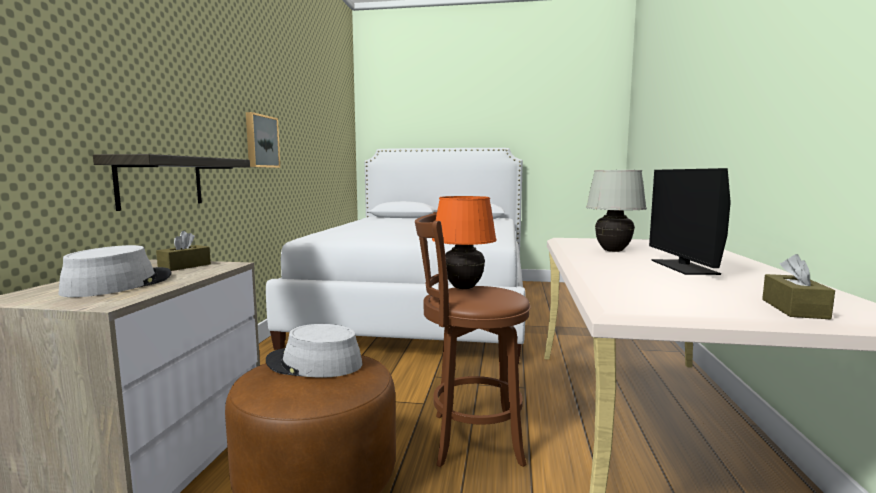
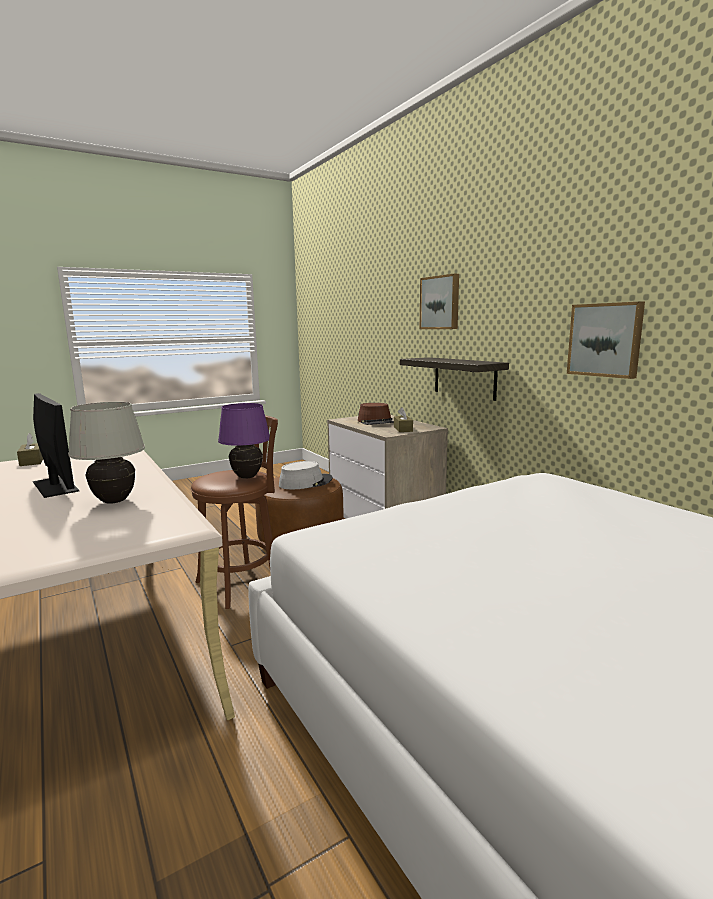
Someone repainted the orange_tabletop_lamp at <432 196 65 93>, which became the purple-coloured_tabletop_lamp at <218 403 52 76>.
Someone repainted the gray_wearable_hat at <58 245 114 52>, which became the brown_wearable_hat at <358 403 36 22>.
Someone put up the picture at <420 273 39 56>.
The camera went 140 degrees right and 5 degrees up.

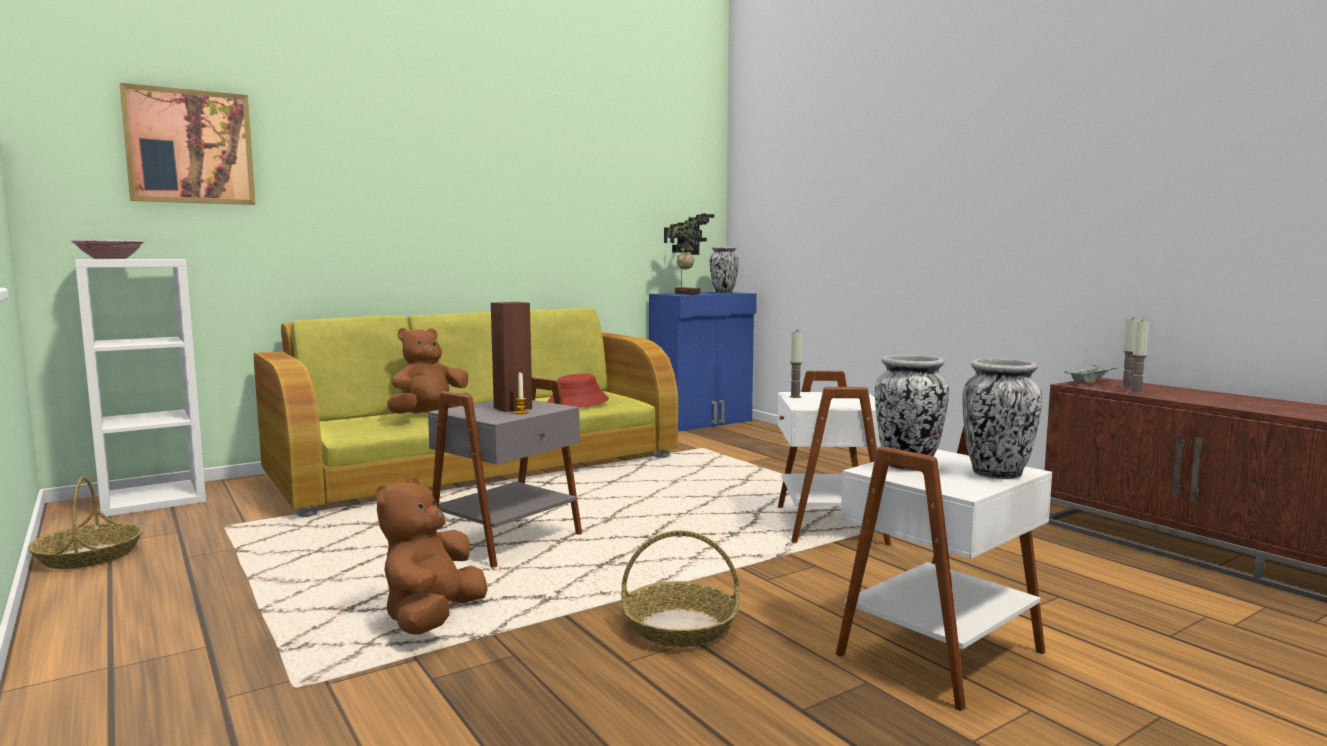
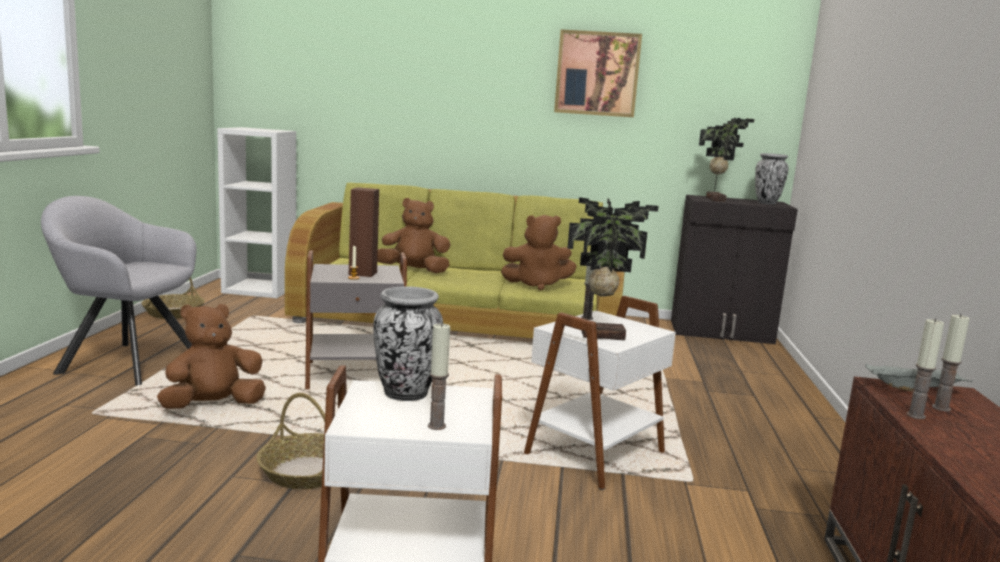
Someone carried the picture from <120 83 135 122> to <554 29 88 88>.
Someone took away the bowl at <71 240 74 19>.
Someone repainted the blue_storage_cabinet at <649 292 108 139>, which became the black-coloured_storage_cabinet at <671 195 127 149>.
Someone swapped the vase at <962 359 80 120> for the wax_light at <428 323 22 107>.
Someone swapped the red_wearable_hat at <547 373 62 35> for the brown_soft_toy at <501 215 76 75>.
Someone put down the gray_easy_chair at <41 196 156 190>.
Someone put down the potted_plant at <567 197 92 143>.
The camera went 40 degrees right and 5 degrees up.

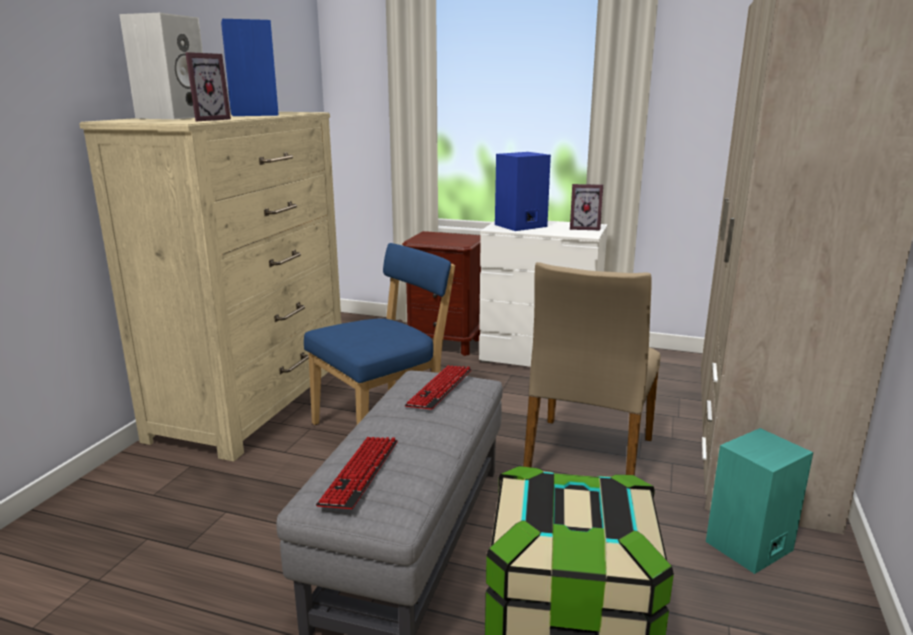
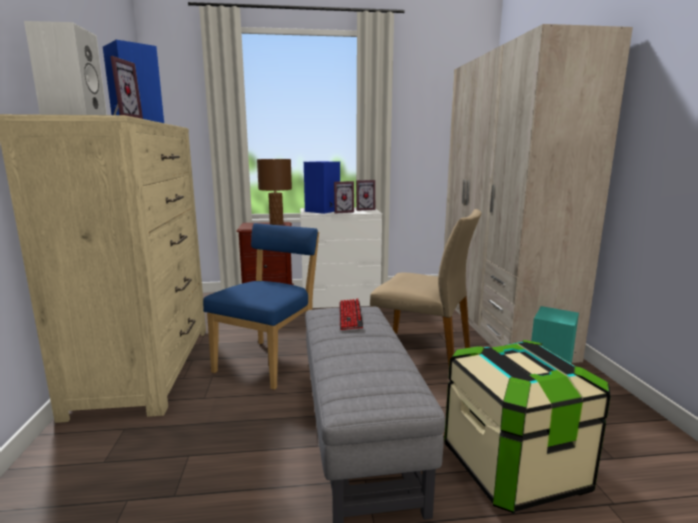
Someone rotated the sand-coloured_upright_chair at <523 262 138 214> by 60 degrees counterclockwise.
Someone took away the computer_keyboard at <316 437 82 72>.
Someone put down the brown_tabletop_lamp at <257 159 35 66>.
Someone put down the photo_frame at <334 181 20 33>.
The camera went 25 degrees left and 5 degrees down.

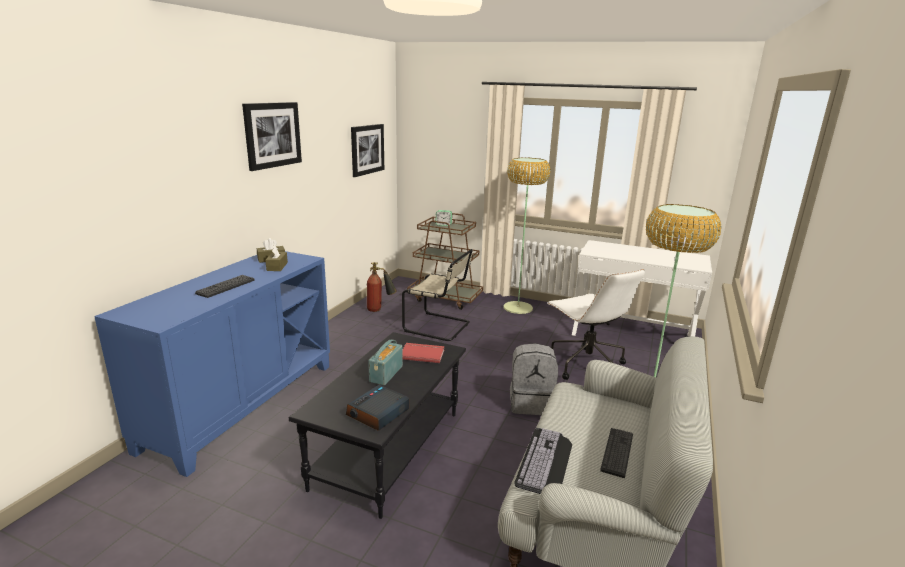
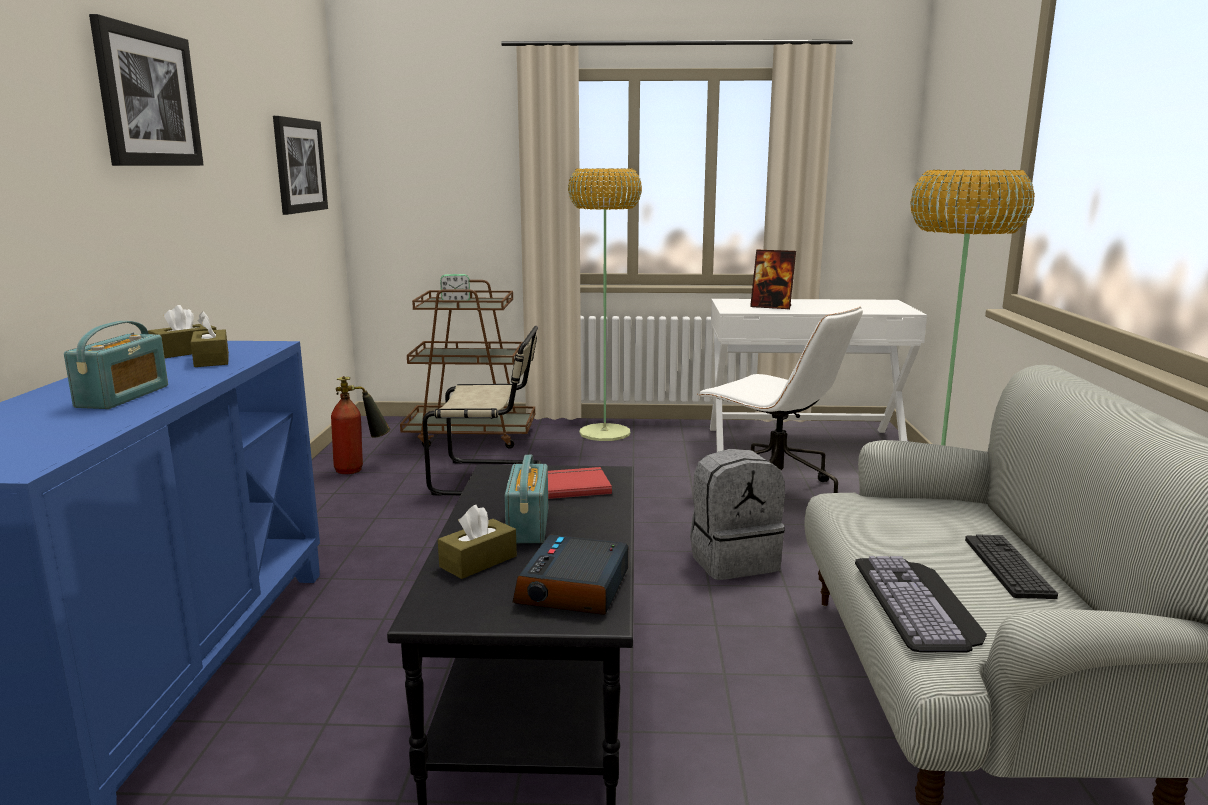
Someone swapped the computer_keyboard at <195 275 60 23> for the radio_set at <64 321 104 88>.
Someone put down the photo_frame at <750 249 46 60>.
Someone put down the brown_tissue_box at <438 505 79 74>.
The camera went 20 degrees left and 5 degrees down.

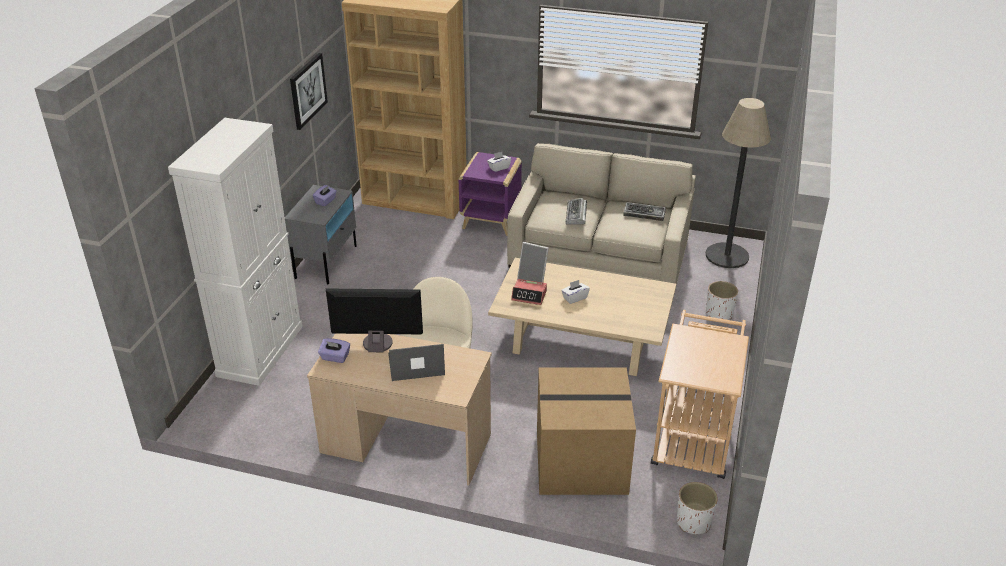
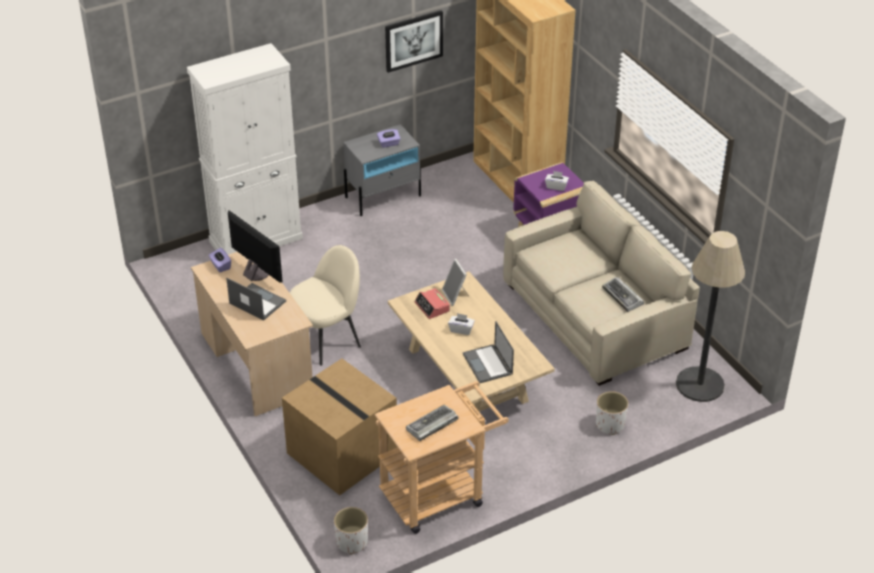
Someone carried the computer_keyboard from <566 198 21 27> to <406 405 52 36>.
Someone put down the portable_computer at <463 321 51 62>.
The camera went 45 degrees right and 5 degrees up.

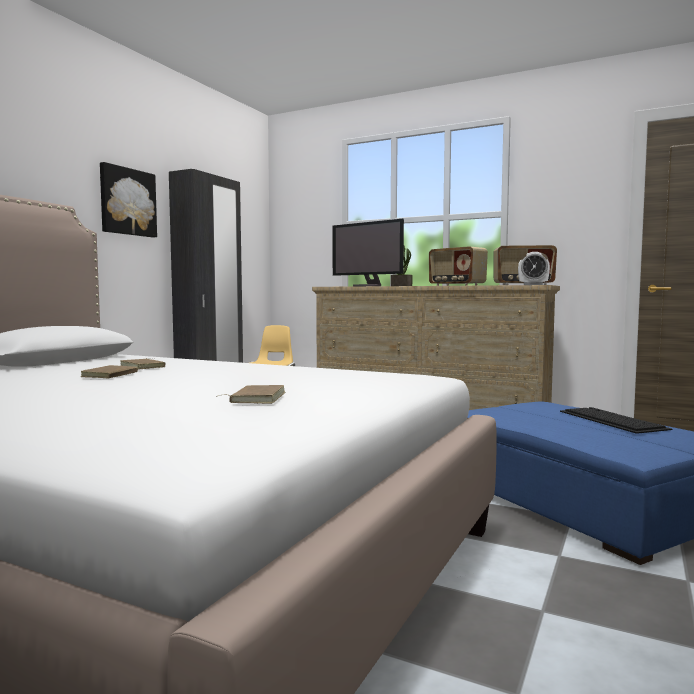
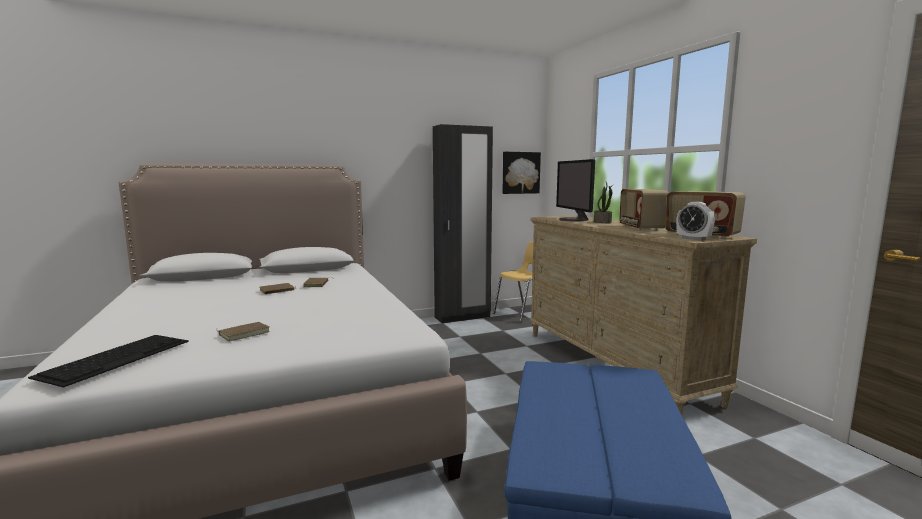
Someone carried the picture from <100 162 57 75> to <502 152 39 42>.
Someone carried the computer_keyboard from <560 407 112 27> to <28 335 161 53>.
The camera went 40 degrees right and 5 degrees up.

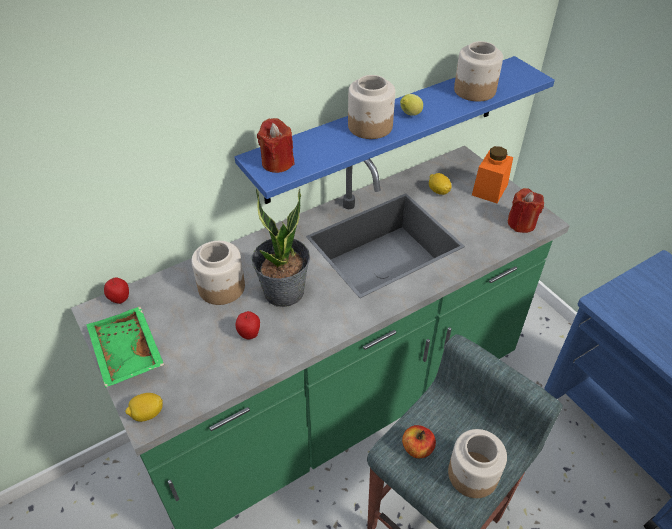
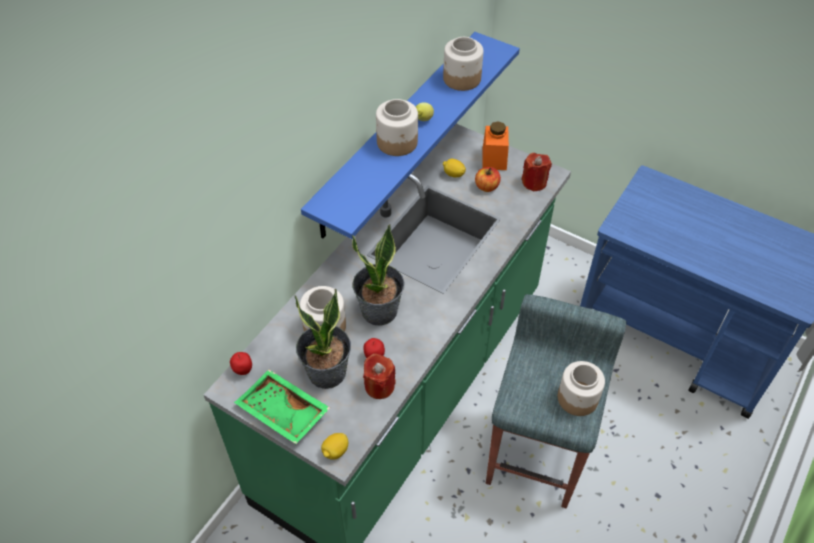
Someone carried the red_wax_light from <257 118 38 55> to <363 353 33 46>.
Someone carried the whole_apple from <402 425 34 33> to <475 167 26 25>.
Someone put down the potted_plant at <295 289 56 100>.
The camera went 25 degrees left and 5 degrees up.

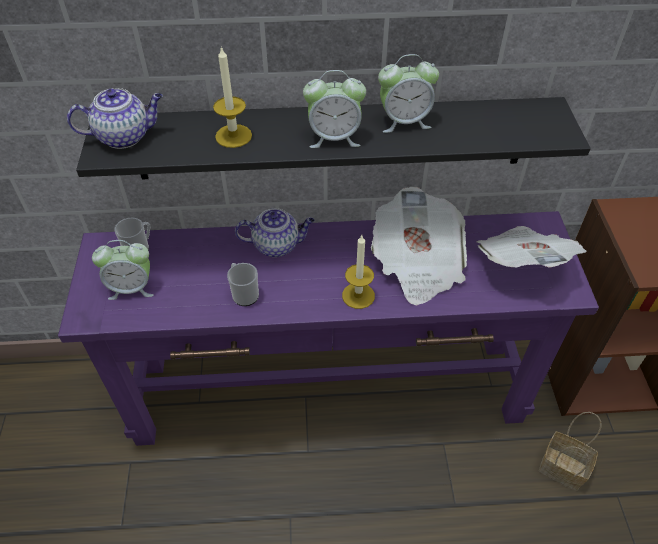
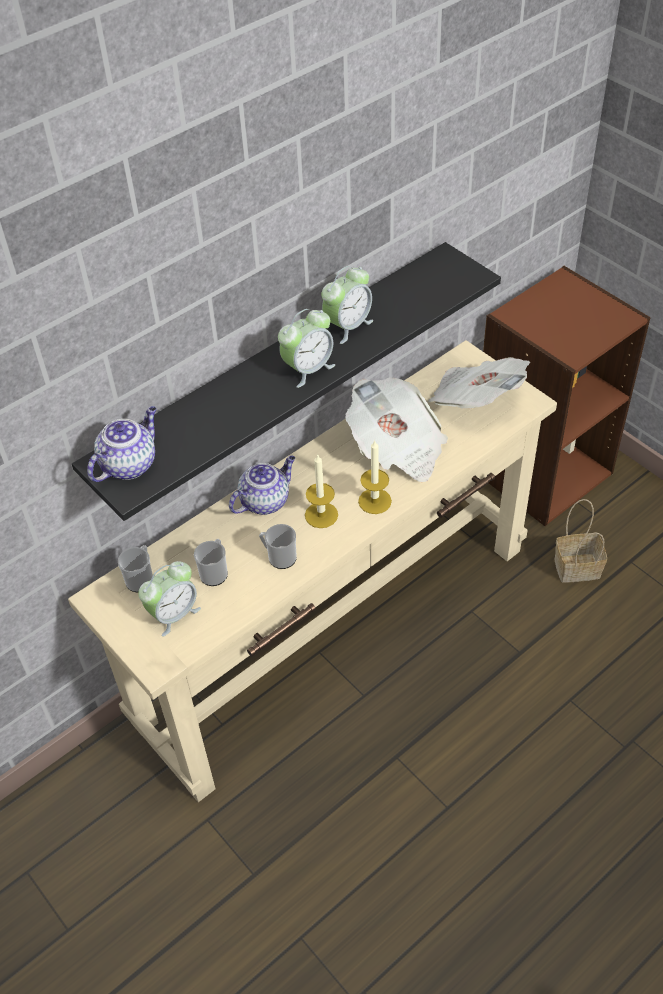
Someone carried the wax_light from <213 46 39 102> to <305 455 33 73>.
Someone repainted the purple-coloured_narrow_table at <58 211 541 235>, which became the sand-coloured_narrow_table at <68 340 489 462>.
Someone put down the mug at <194 539 34 47>.
The camera went 35 degrees left and 0 degrees up.

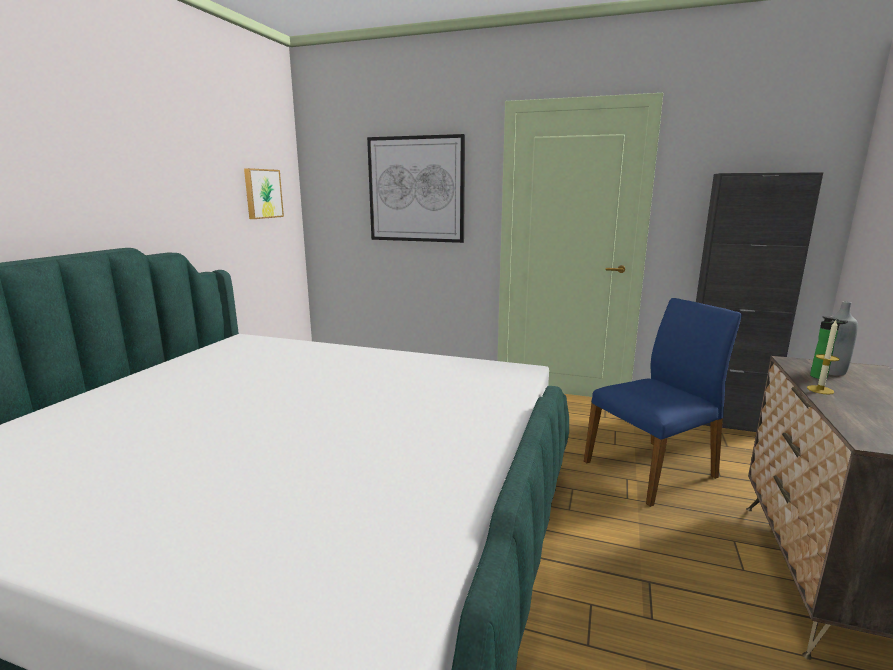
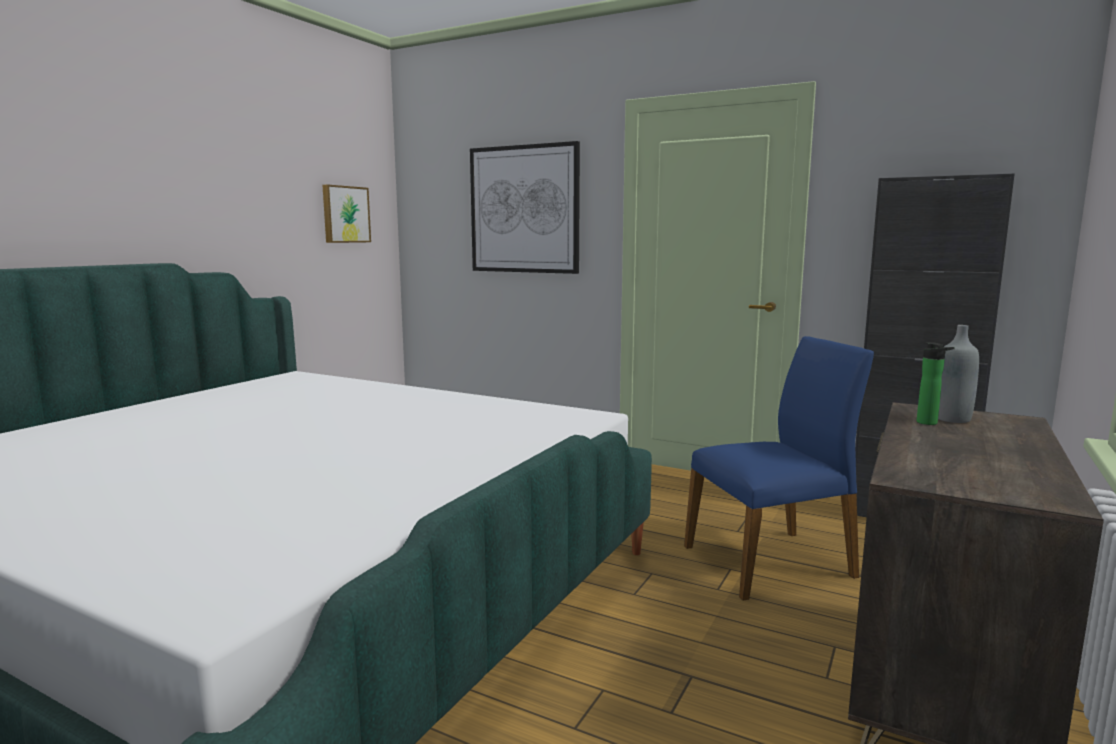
Someone took away the wax_light at <807 320 33 75>.
The camera went 10 degrees right and 5 degrees down.

